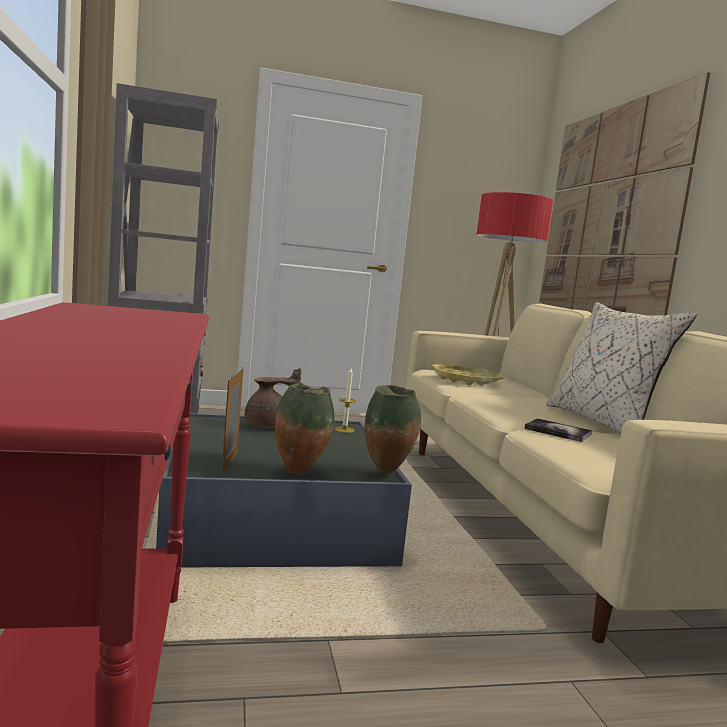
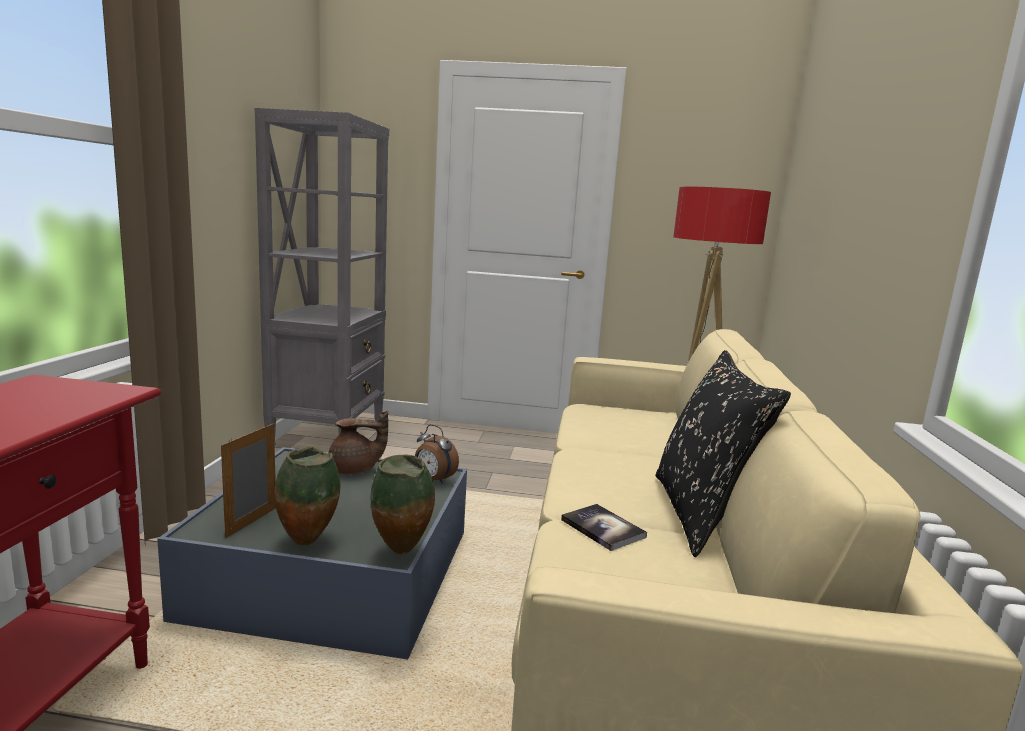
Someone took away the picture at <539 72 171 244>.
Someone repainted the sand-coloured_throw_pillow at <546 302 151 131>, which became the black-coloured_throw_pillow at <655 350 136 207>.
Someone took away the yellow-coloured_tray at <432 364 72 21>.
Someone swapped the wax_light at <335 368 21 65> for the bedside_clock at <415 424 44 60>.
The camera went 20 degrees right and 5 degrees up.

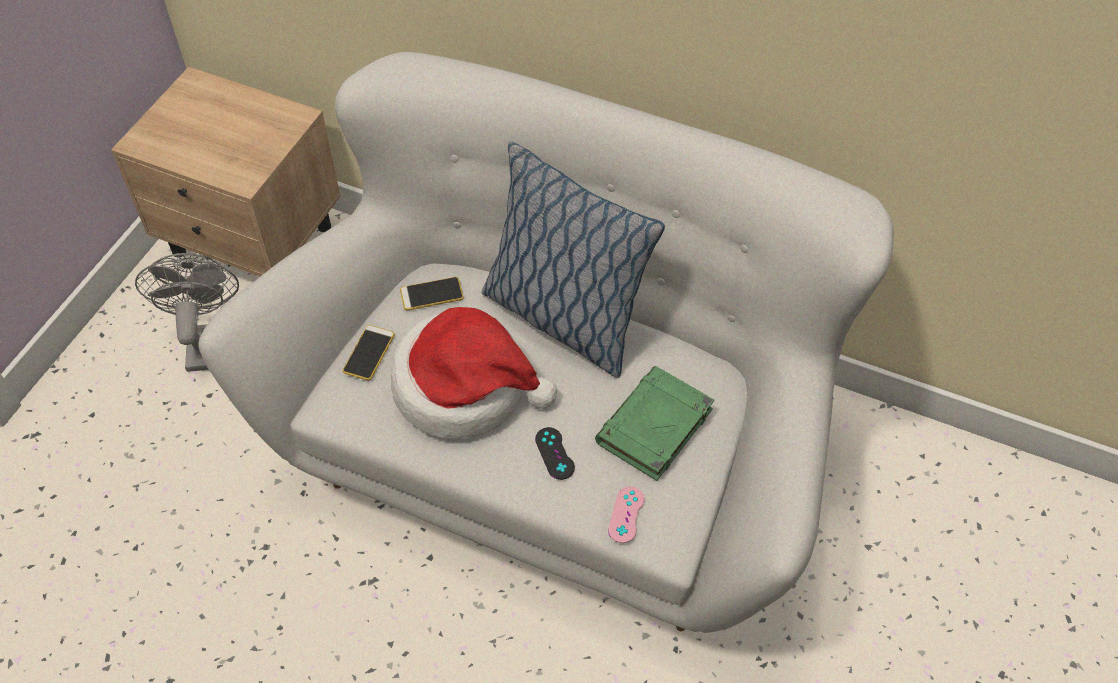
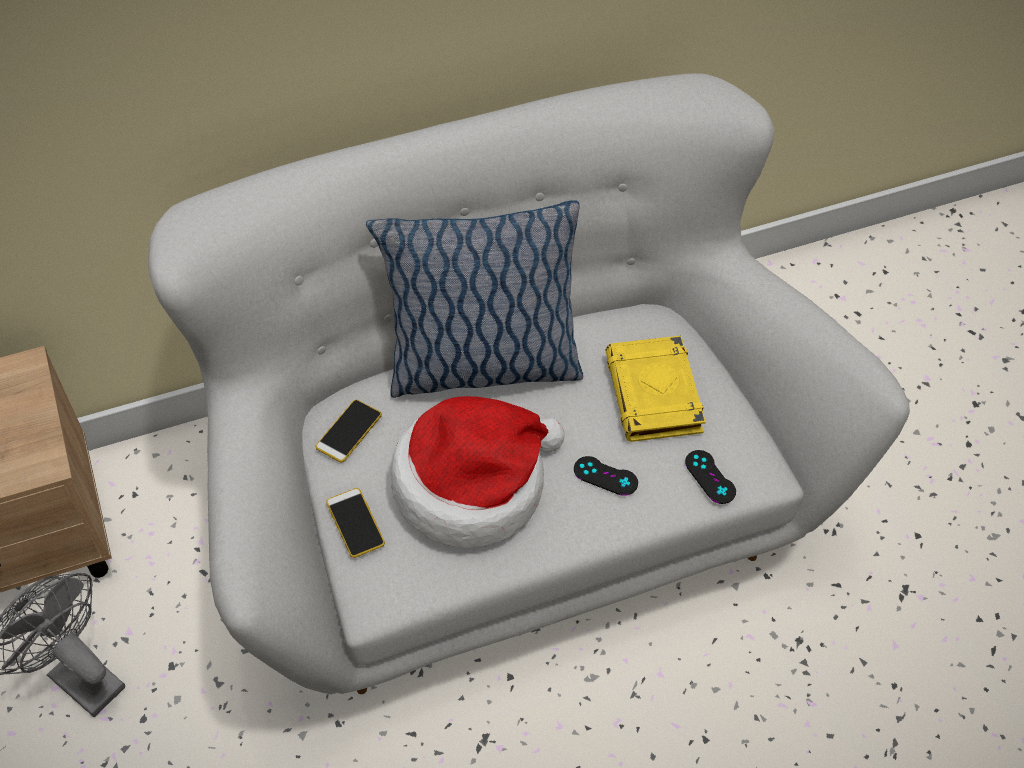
Someone repainted the green_volume at <595 366 119 115>, which became the yellow-coloured_volume at <606 336 100 106>.
Someone repainted the pinkish_gamepad at <608 486 37 57>, which became the black-coloured_gamepad at <685 450 51 54>.
The camera went 45 degrees left and 0 degrees up.

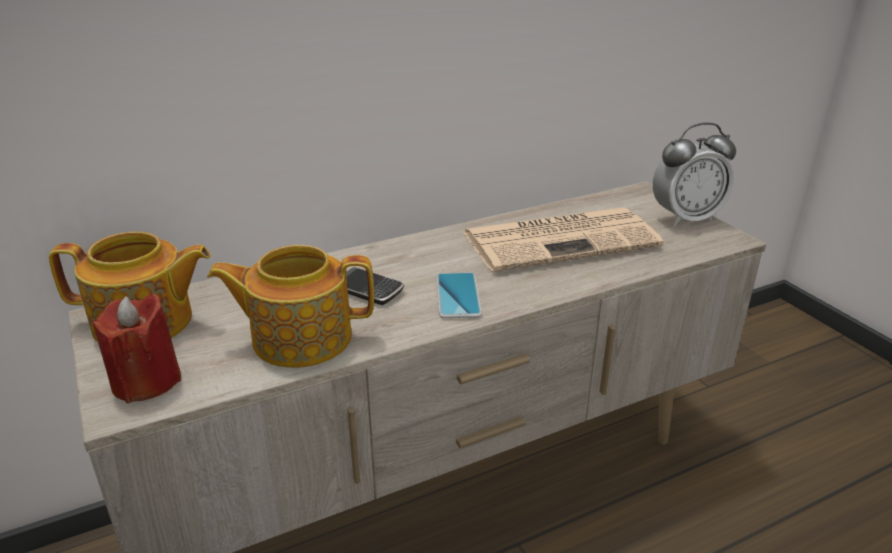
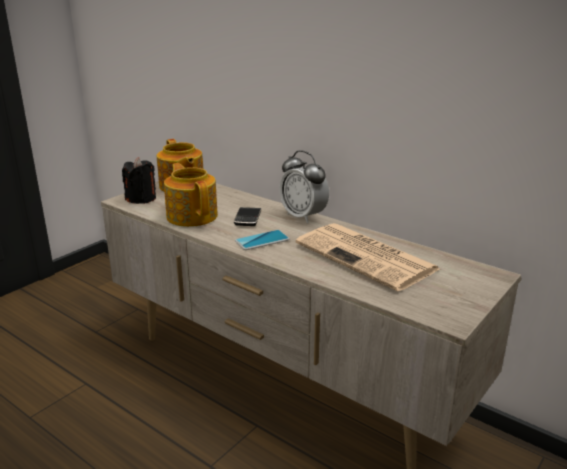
Someone carried the bedside_clock from <653 122 83 104> to <279 150 50 73>.
Someone repainted the red_wax_light at <93 293 88 110>, which became the black-coloured_wax_light at <122 157 34 47>.
The camera went 65 degrees right and 5 degrees down.

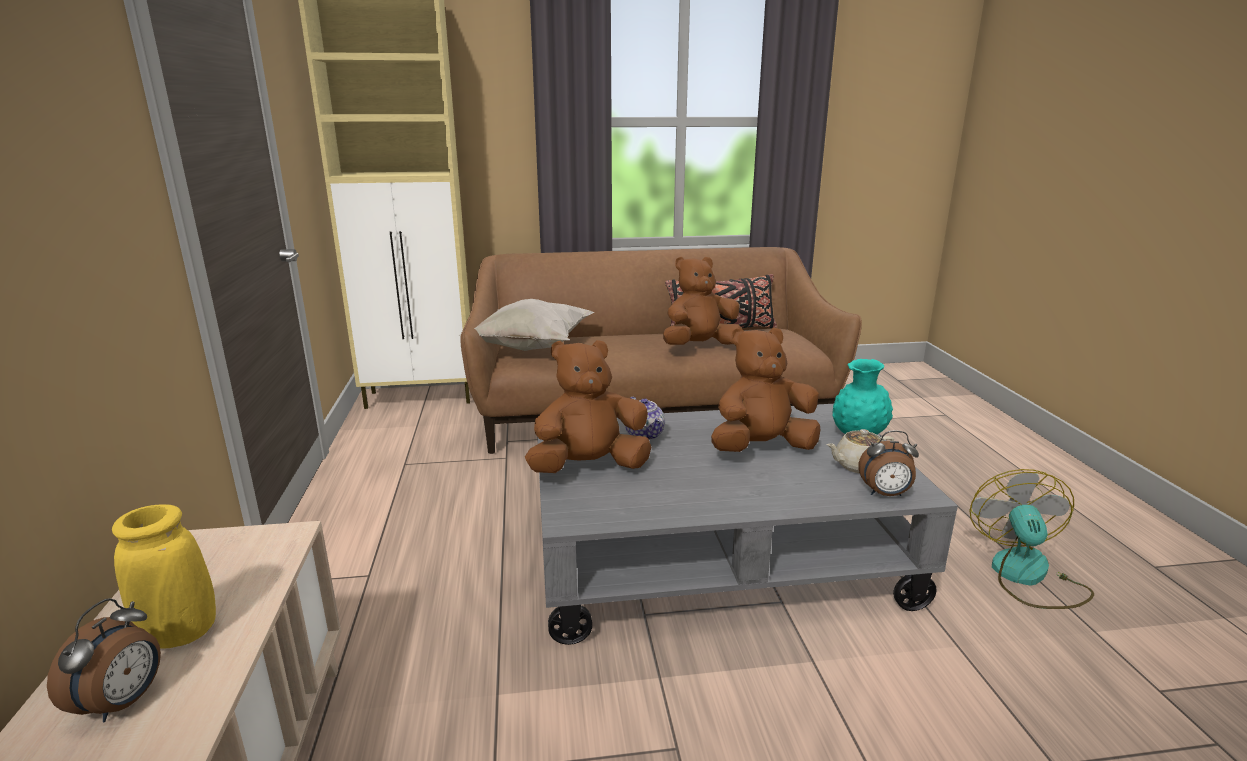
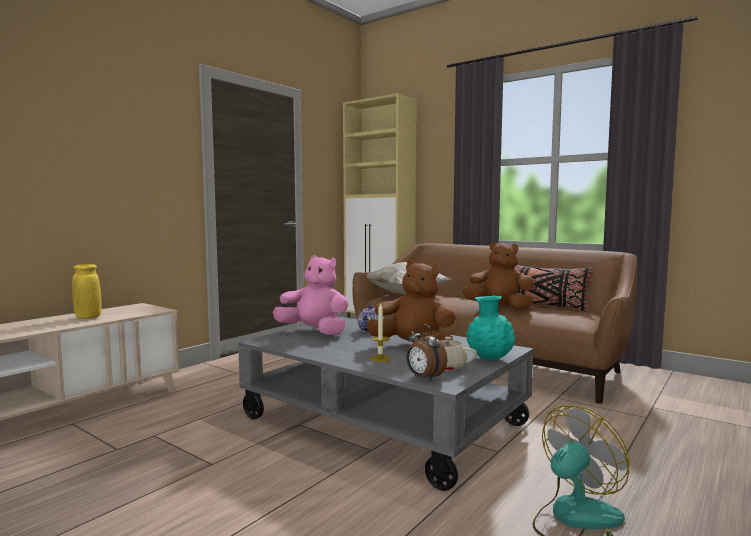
Someone repainted the brown_soft_toy at <525 340 126 133>, which became the pinkish_soft_toy at <273 255 75 80>.
Someone took away the bedside_clock at <47 598 114 124>.
Someone put down the wax_light at <370 302 21 60>.
The camera went 45 degrees right and 15 degrees down.

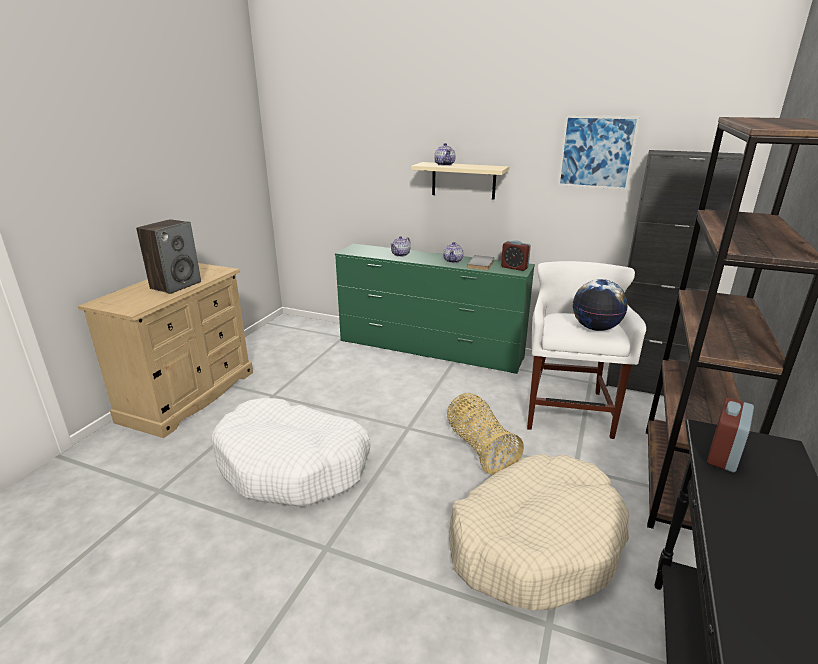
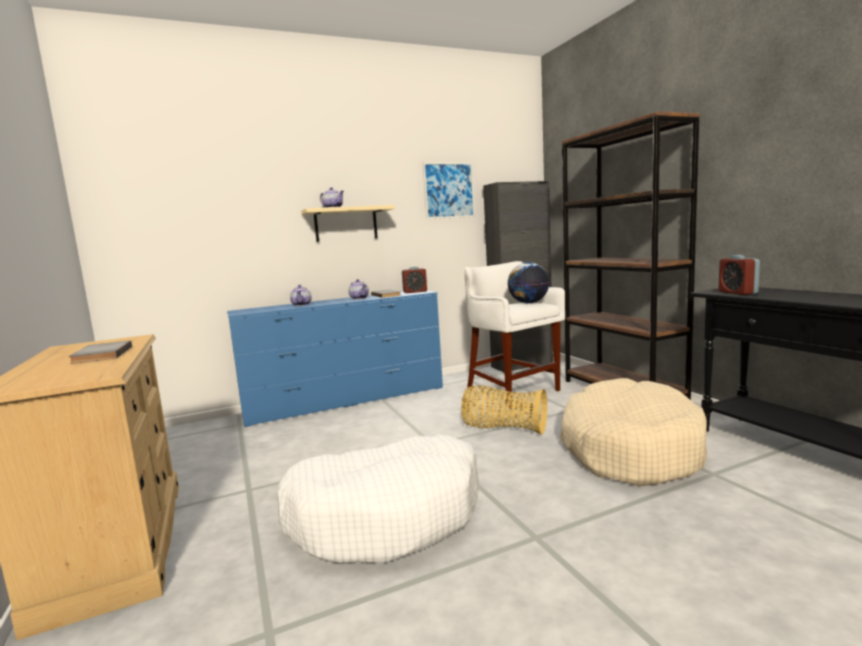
Someone swapped the speaker at <136 219 65 75> for the gray_volume at <69 340 63 24>.
Someone repainted the green_drawer_chest at <335 244 200 130>, which became the blue_drawer_chest at <227 290 216 137>.
The camera went 45 degrees left and 15 degrees down.

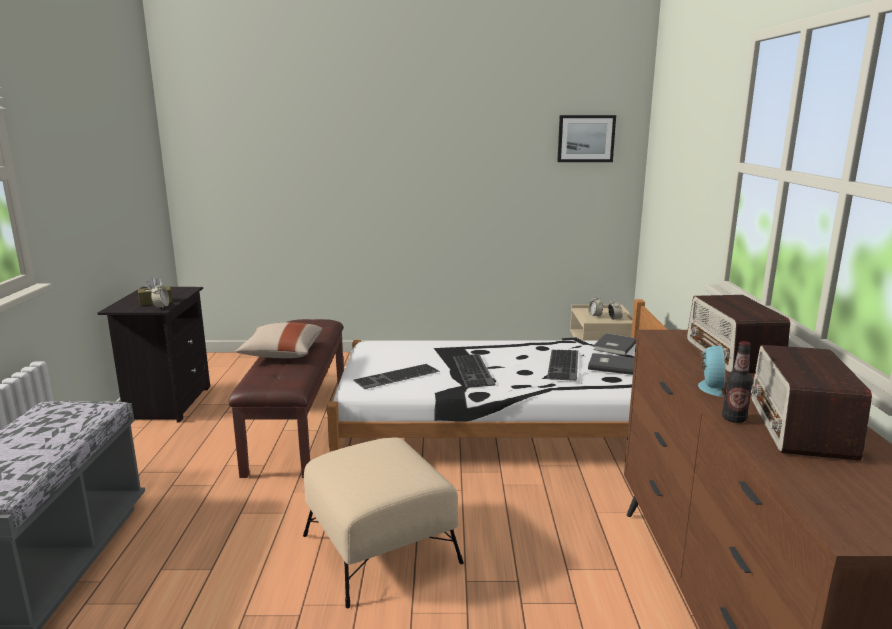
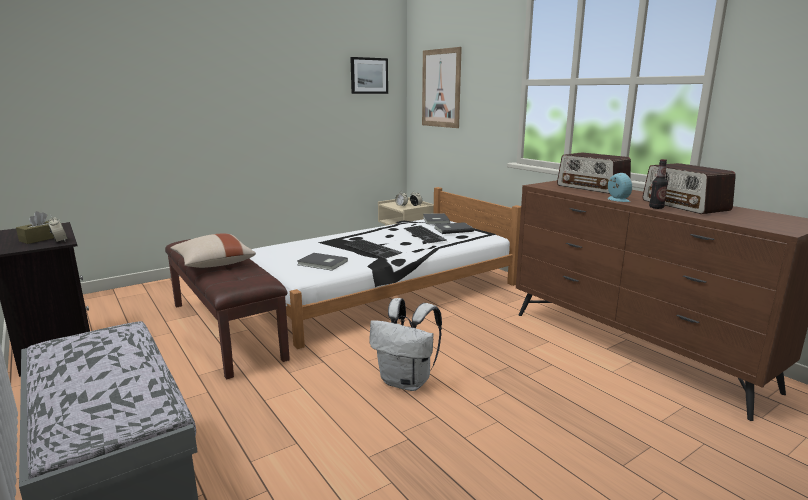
Someone swapped the computer_keyboard at <353 364 87 25> for the gray_volume at <297 253 51 18>.
Someone swapped the sand-coloured_footrest at <303 438 161 170> for the white_rucksack at <369 298 73 93>.
Someone put up the picture at <422 47 40 81>.
The camera went 35 degrees left and 0 degrees up.

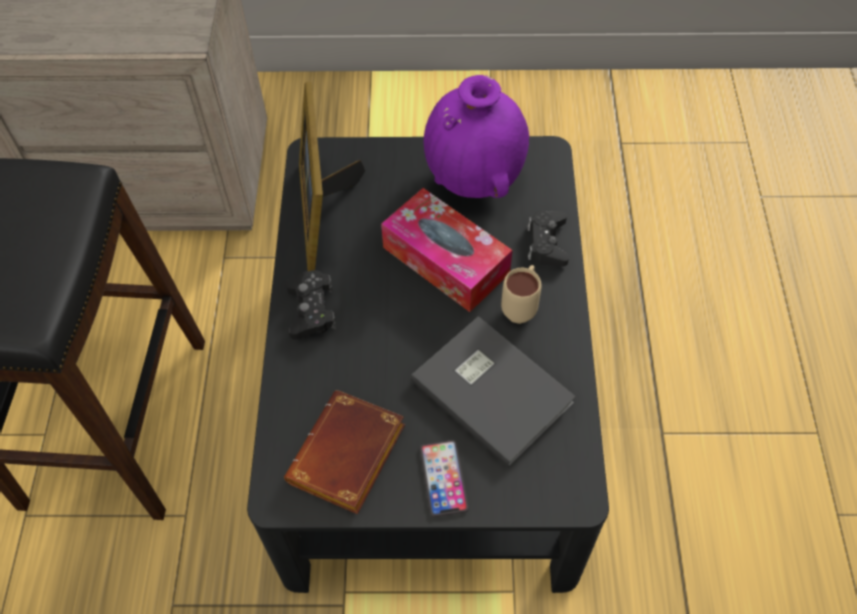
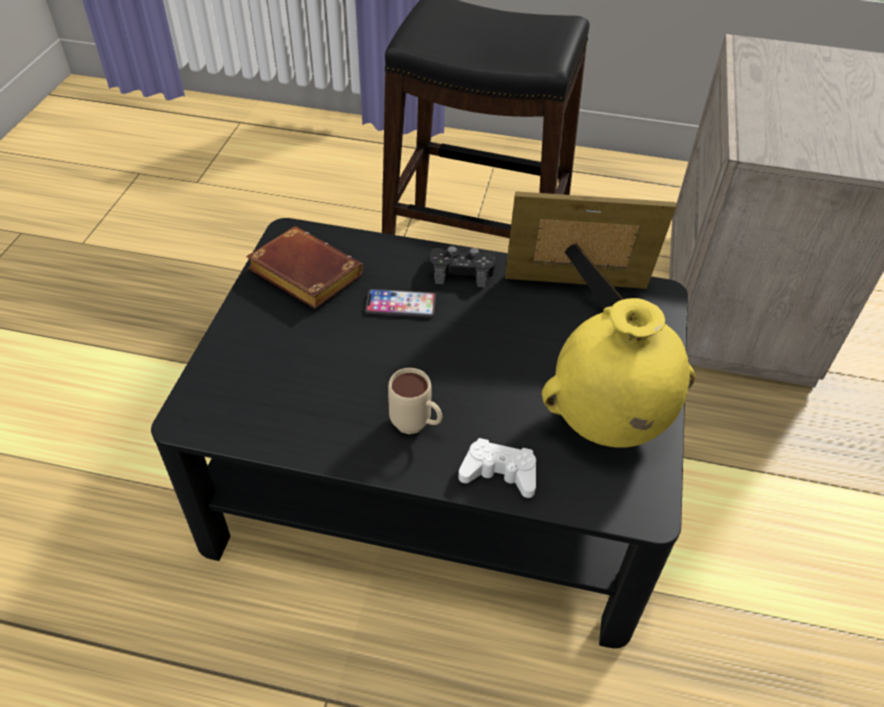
Someone repainted the purple-coloured_vase at <424 75 105 123>, which became the yellow-coloured_vase at <542 298 153 149>.
Someone took away the tissue_box at <381 188 131 124>.
Someone repainted the black-coloured_gamepad at <527 211 42 55>, which became the white_gamepad at <458 438 78 60>.
Someone took away the gray_volume at <411 316 165 151>.
Someone carried the handset from <420 440 49 77> to <365 289 71 29>.
The camera went 100 degrees right and 10 degrees down.

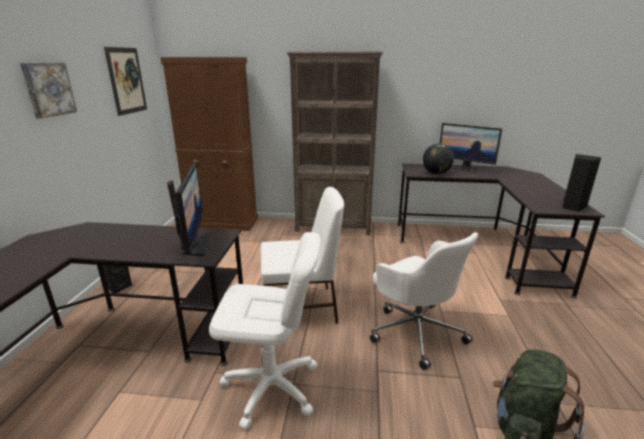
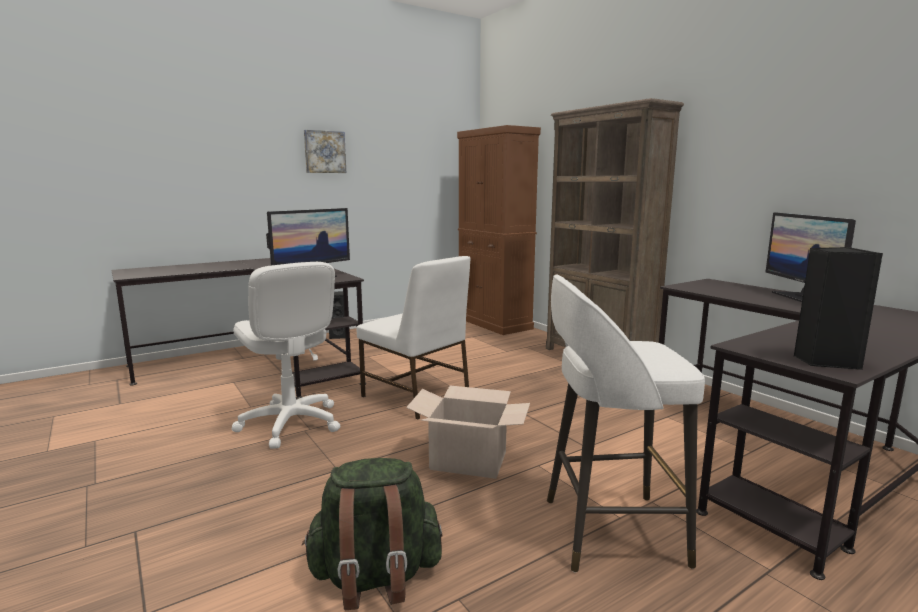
Someone took away the picture at <104 47 43 69>.
Someone took away the globe at <423 144 31 30>.
Someone swapped the white_computer_chair at <370 232 108 138> for the cardboard_box at <406 386 124 93>.
Someone put down the white_stool_seat at <547 275 158 297>.
The camera went 50 degrees right and 10 degrees down.

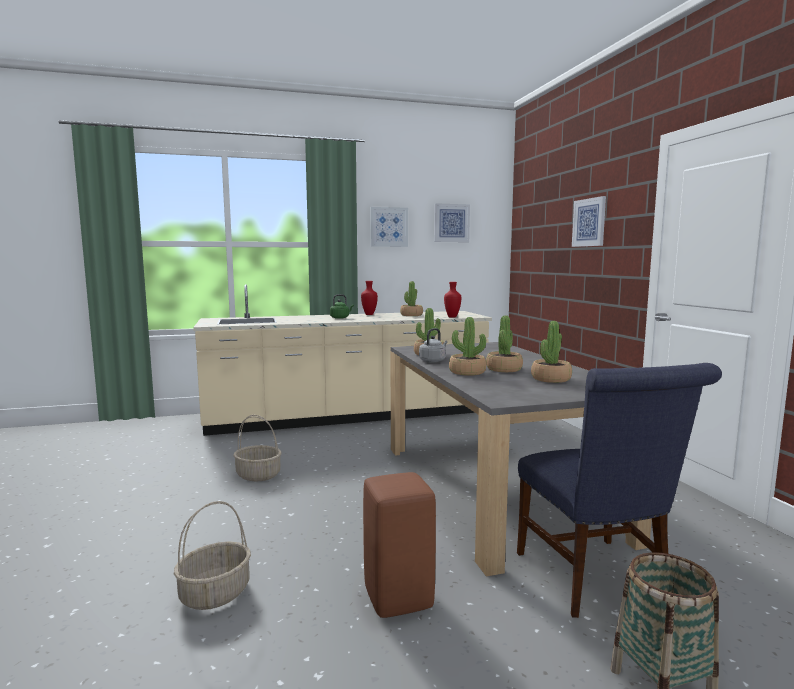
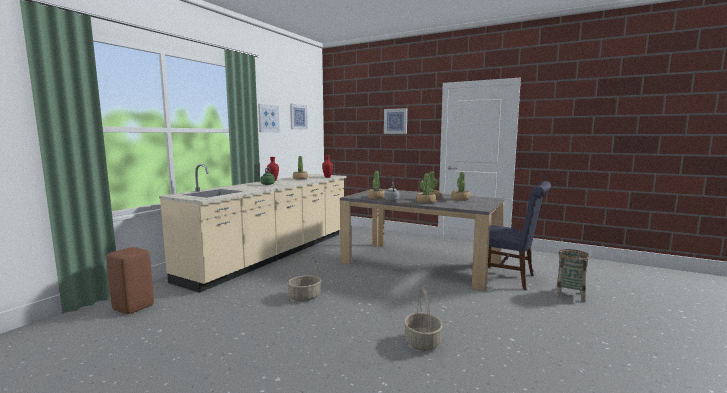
Someone carried the brown_stool_seat from <363 472 73 146> to <106 247 48 67>.
The camera went 45 degrees left and 0 degrees up.

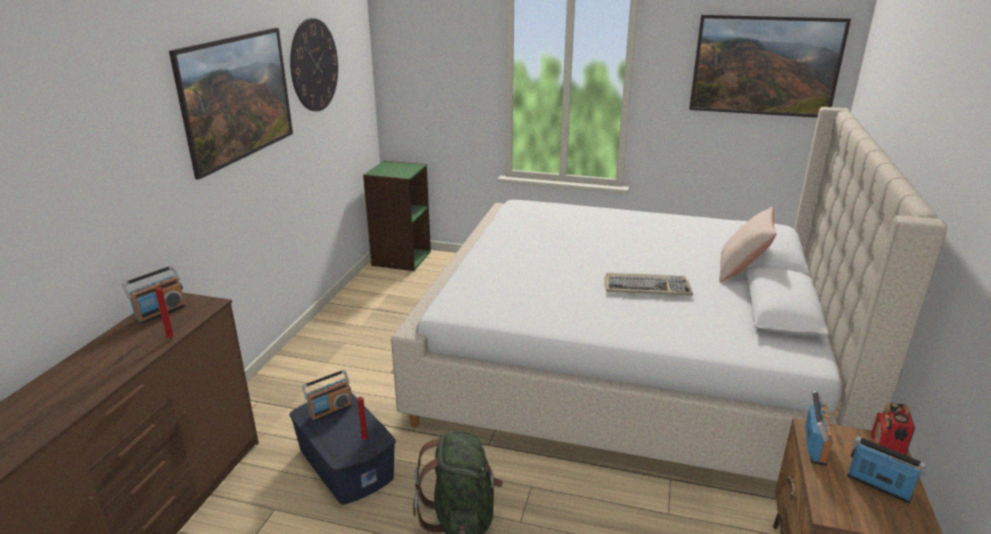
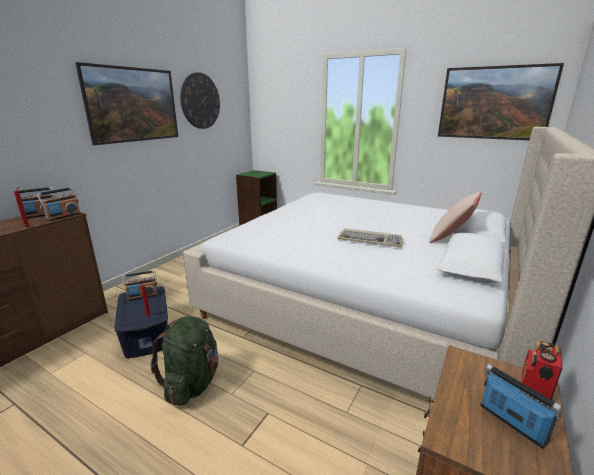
Someone carried the radio_set from <805 390 28 76> to <37 187 44 34>.
The camera went 15 degrees right and 5 degrees down.

